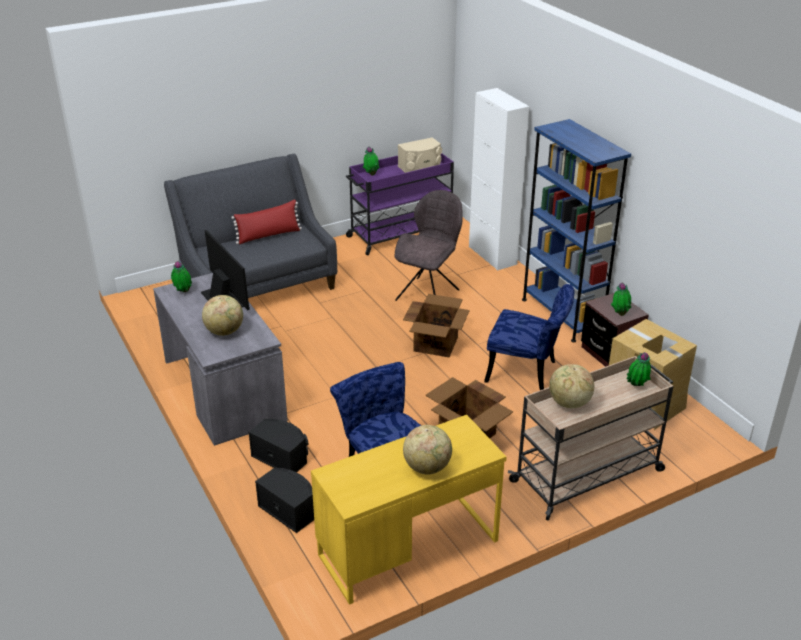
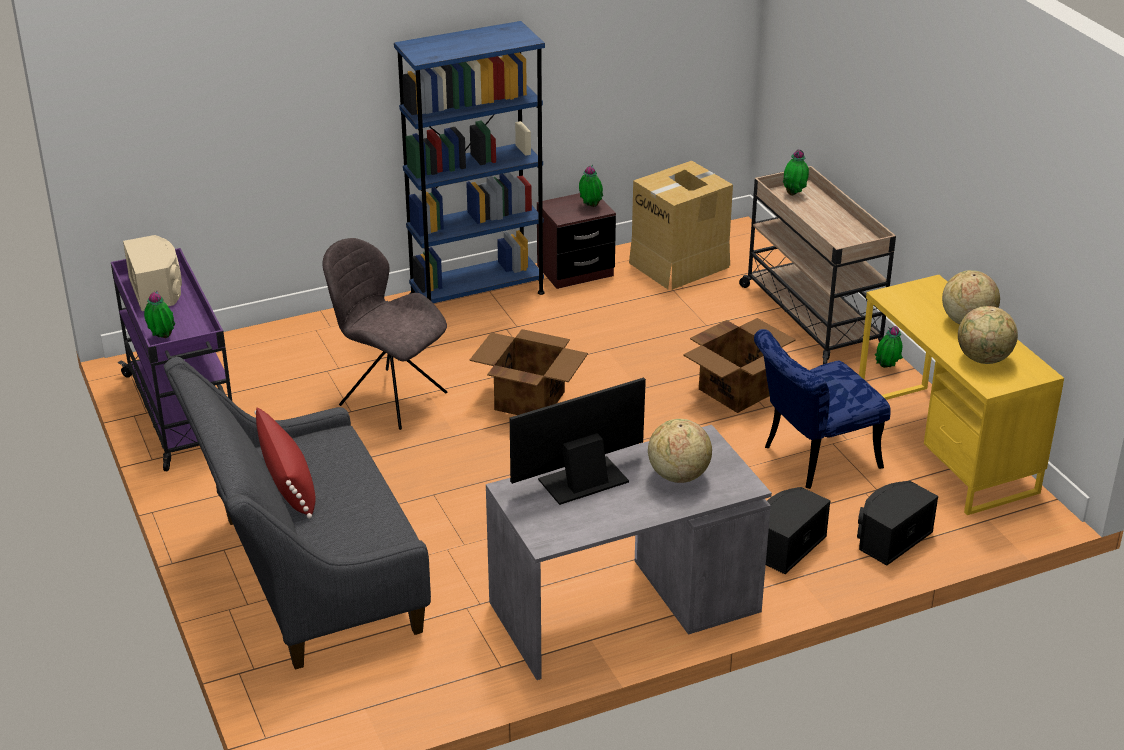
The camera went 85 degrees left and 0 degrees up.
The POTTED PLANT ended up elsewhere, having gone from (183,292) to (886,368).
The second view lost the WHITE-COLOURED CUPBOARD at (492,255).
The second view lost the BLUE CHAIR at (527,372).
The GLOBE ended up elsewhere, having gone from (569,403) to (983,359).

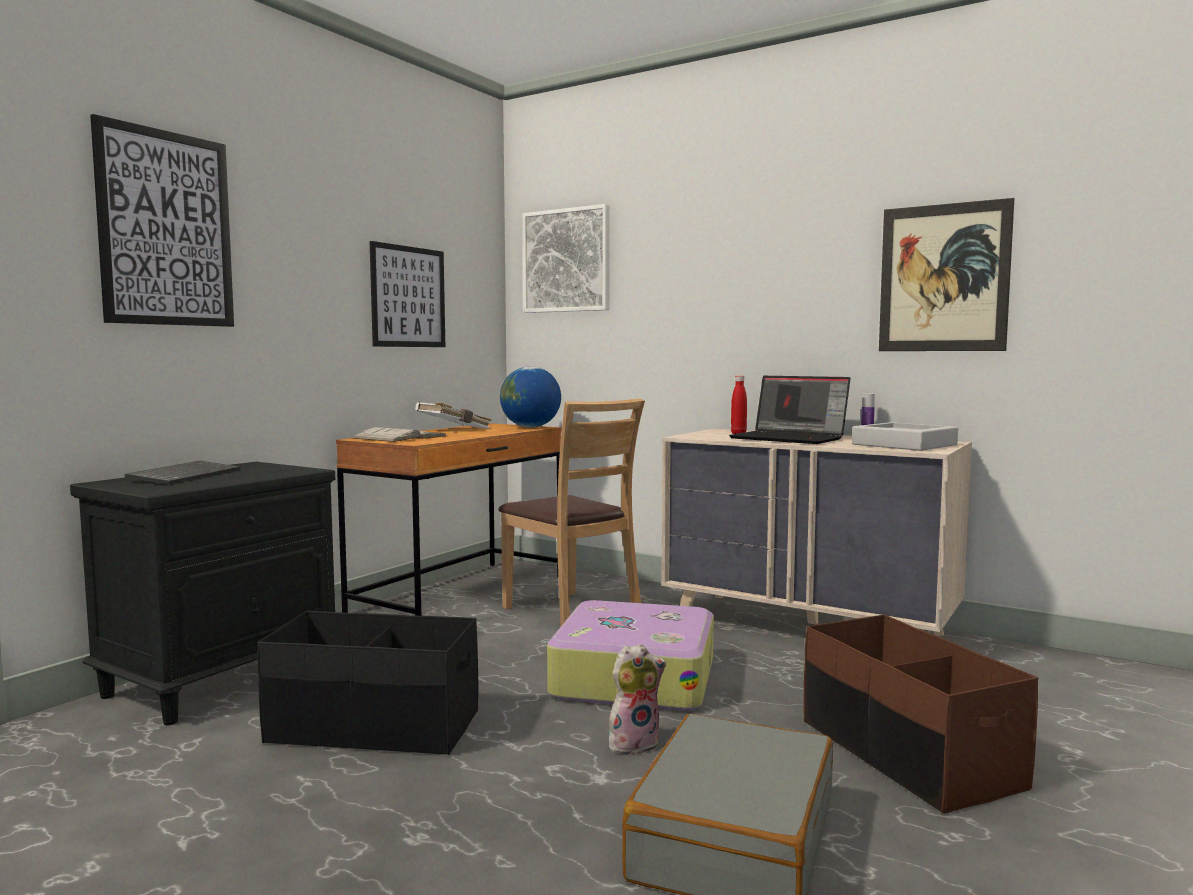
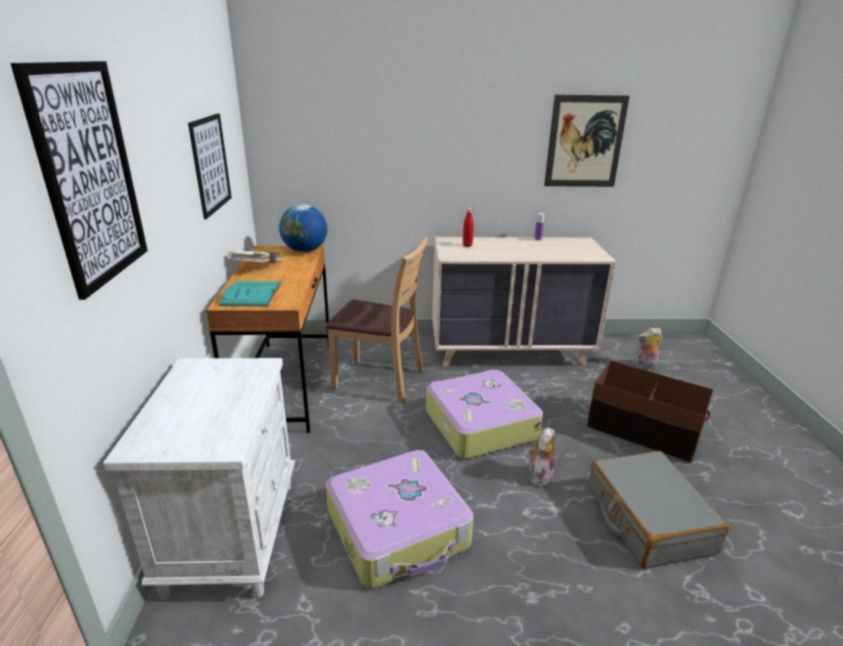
The camera went 35 degrees left and 20 degrees up.
What was the BLACKISH BEDSIDE TABLE at (223,678) turned into the WHITE-COLOURED BEDSIDE TABLE at (232,534).
The second view lost the PC KEYBOARD at (185,475).
Where the BLACKISH STORAGE BIN stood at (374,727), the PIECE OF LUGGAGE came to stand at (399,529).
What was the WHITE-COLOURED VOLUME at (400,437) turned into the TURQUOISE VOLUME at (251,294).
The second view lost the WALL PICTURE at (567,261).
The second view lost the LAPTOP at (790,439).
The second view lost the GRAY CARRYING TRAY at (904,444).
The second view gained the SOFT TOY at (645,366).

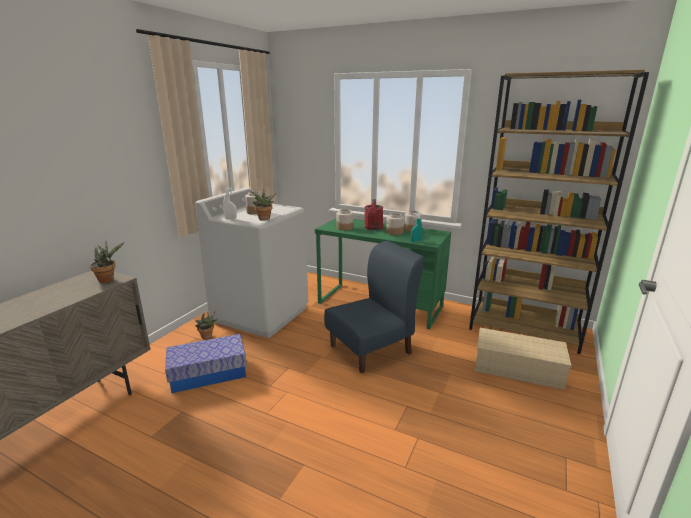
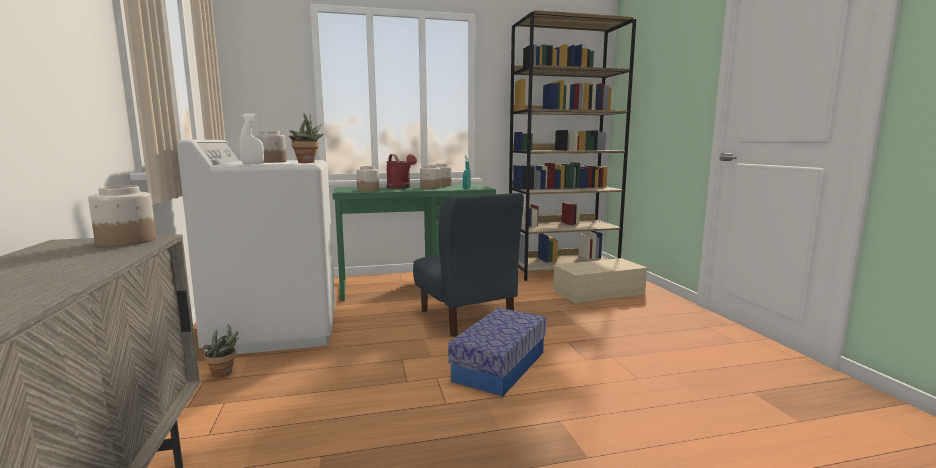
The camera went 40 degrees left and 10 degrees down.
Where the POTTED PLANT stood at (108,279), the PRESERVE JAR came to stand at (126,241).
The STORAGE BIN ended up elsewhere, having gone from (208,373) to (499,366).
The BLUE CHAIR at (371,349) ended up facing another way, 135 degrees clockwise from before.

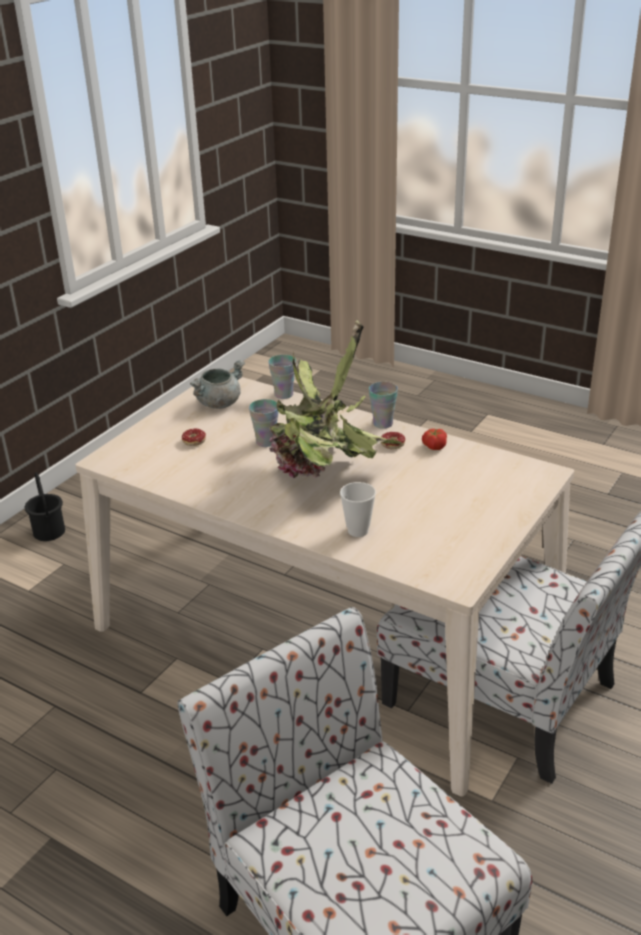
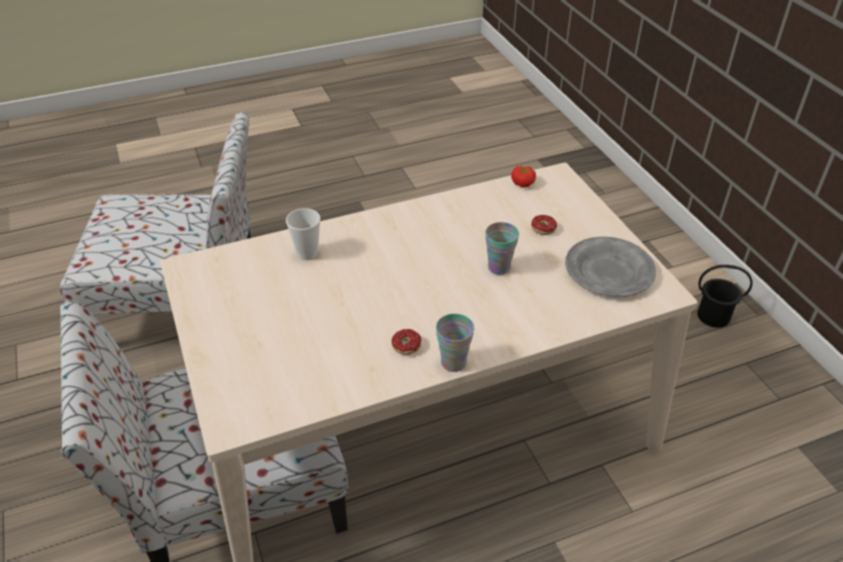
The camera went 125 degrees right and 10 degrees up.
Where the GRAY COOKING POT stood at (219,403), the GRAY PLATE came to stand at (609,271).
The second view lost the DRINKING CUP at (283,394).
The second view lost the POTTED PLANT at (326,475).
The WHOLE TOMATO ended up elsewhere, having gone from (433,446) to (523,183).

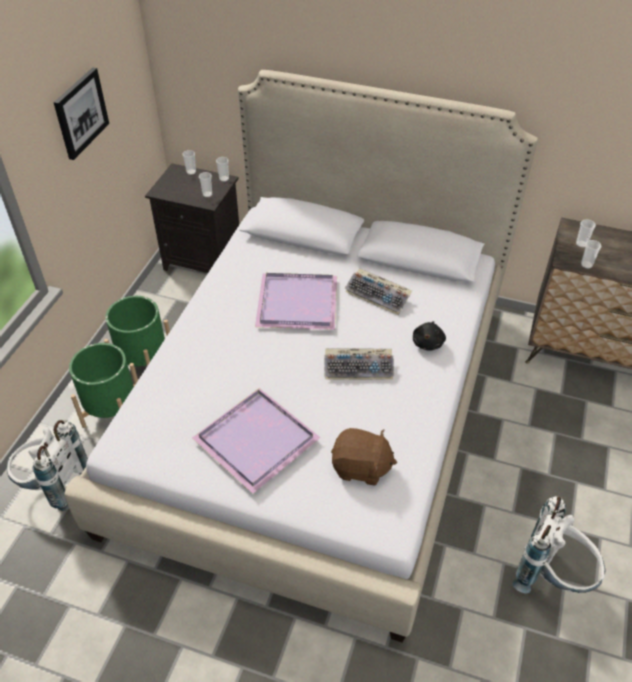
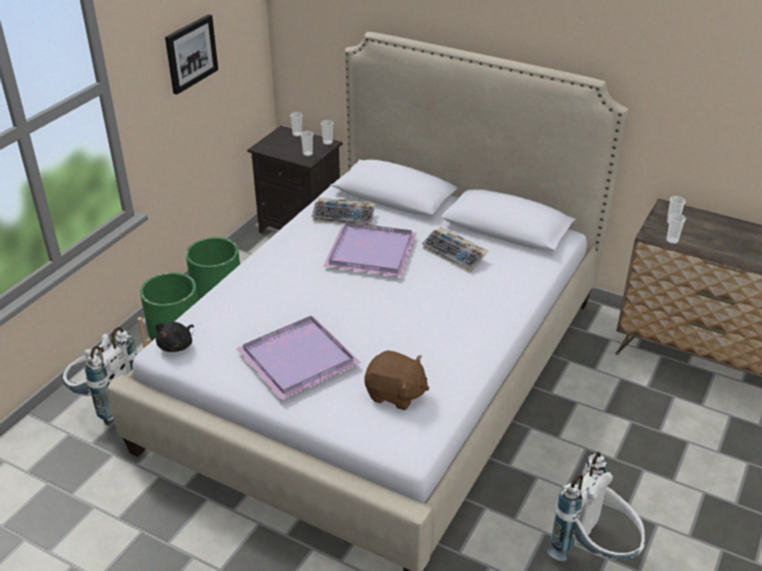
The camera went 10 degrees right and 10 degrees down.
The PC KEYBOARD ended up elsewhere, having gone from (359,368) to (345,216).
The BLACKISH SOFT TOY ended up elsewhere, having gone from (428,342) to (177,345).

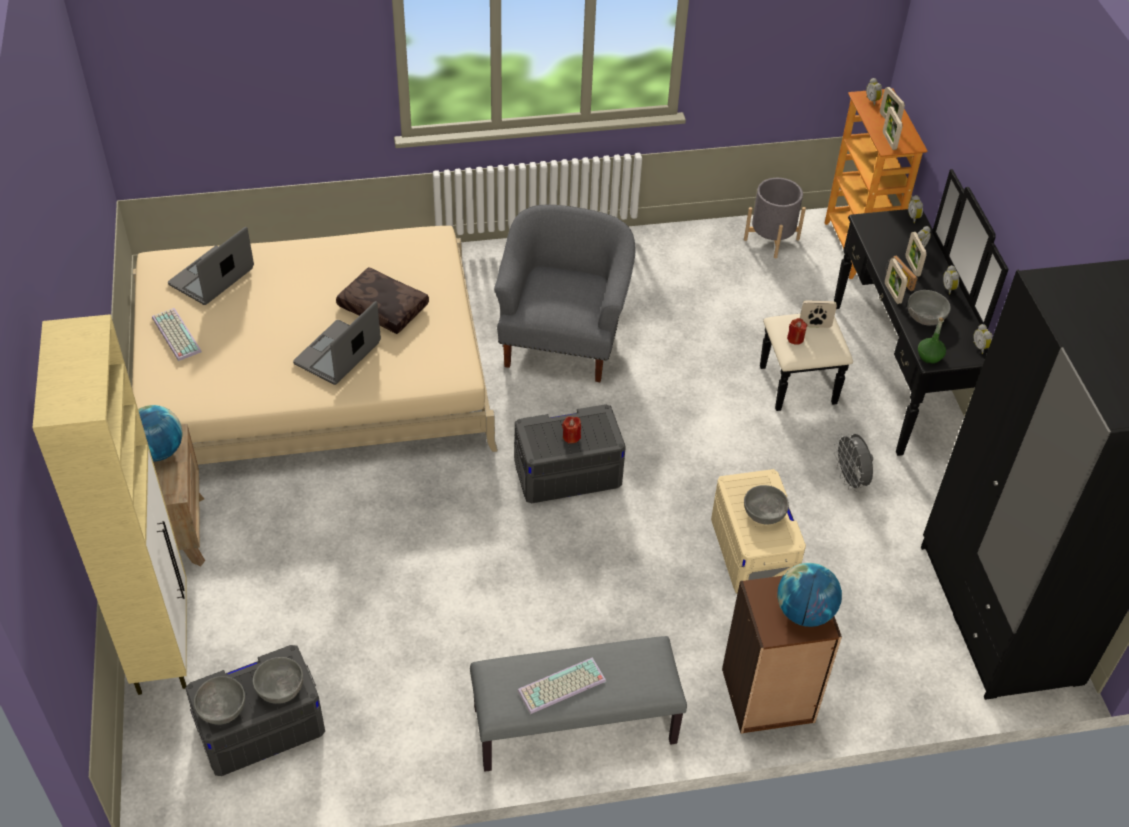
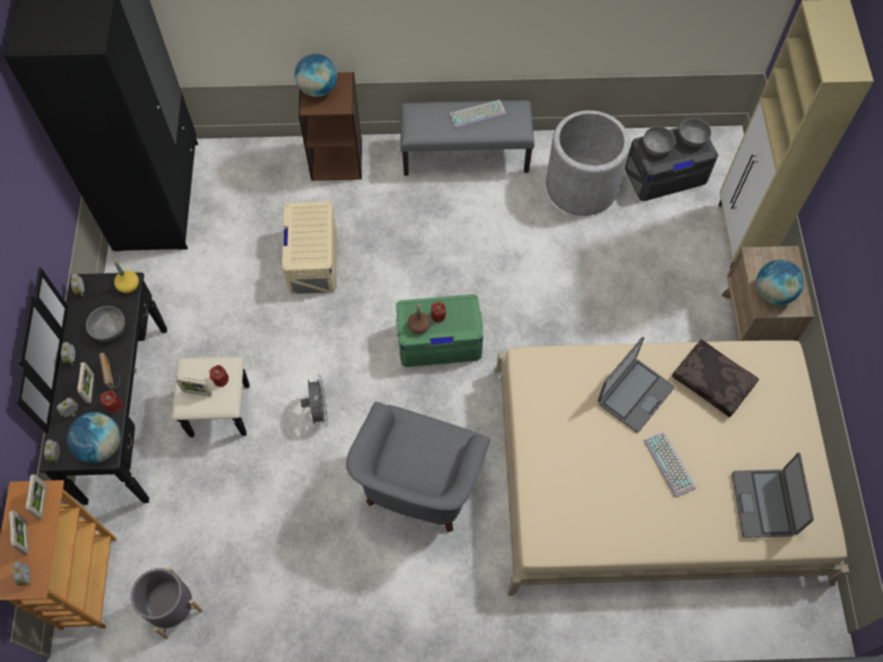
The camera went 170 degrees left and 15 degrees up.
The PC KEYBOARD ended up elsewhere, having gone from (175,334) to (671,464).
The LAPTOP at (212,277) ended up facing another way, 135 degrees clockwise from before.
The BROWN THROW PILLOW ended up elsewhere, having gone from (382,308) to (714,381).
What was the GRAY STORAGE BIN at (567,473) turned into the GREEN-COLOURED STORAGE BIN at (439,341).
The second view lost the GRAY DEEP DISH at (764,512).
The GRAY ELECTRIC FAN ended up elsewhere, having gone from (850,480) to (318,411).
The second view lost the PICTURE FRAME at (892,293).
What was the GREEN-COLOURED DRINK BOTTLE at (929,356) turned into the YELLOW DRINK BOTTLE at (129,286).
The second view gained the GLOBE at (101,446).
The second view gained the REDDISH WAX LIGHT at (114,405).
The second view gained the BROWN DRINK BOTTLE at (419,326).
The second view gained the GRAY PLANT POT at (581,187).

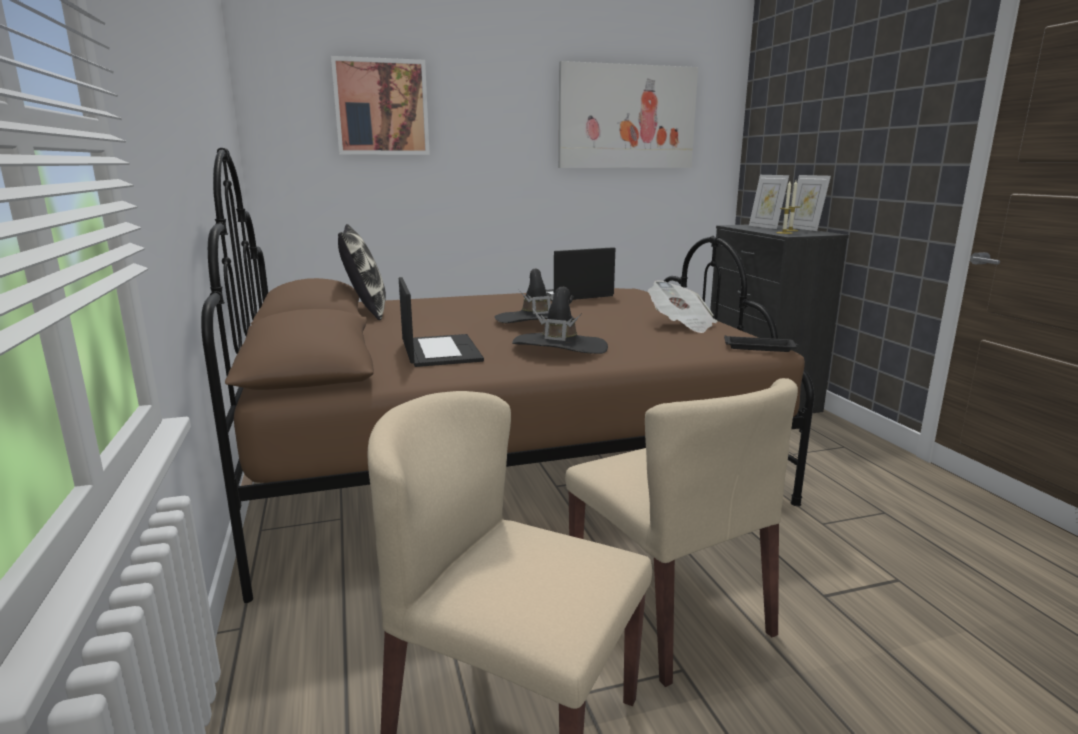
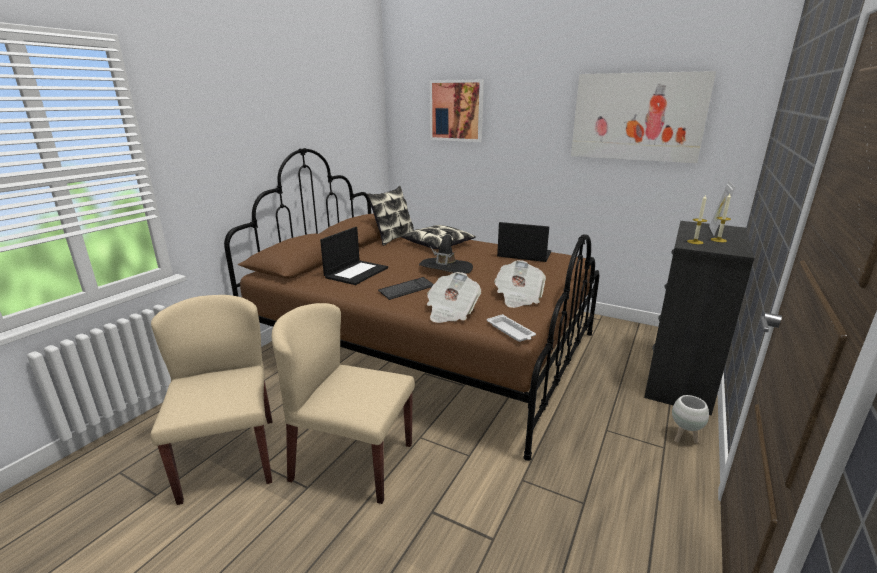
The camera went 45 degrees right and 5 degrees up.
Where the BLACKISH HAT stood at (560,348), the PC KEYBOARD came to stand at (407,289).
The BEIGE CHAIR at (669,610) ended up facing another way, 90 degrees clockwise from before.
What was the BLACKISH CARRYING TRAY at (760,348) turned into the WHITE-COLOURED CARRYING TRAY at (511,331).
The second view lost the PICTURE FRAME at (804,229).
The second view gained the THROW PILLOW at (438,244).
The second view gained the DAILY PAPER at (451,312).
The second view gained the WHITE-COLOURED PLANT POT at (684,438).

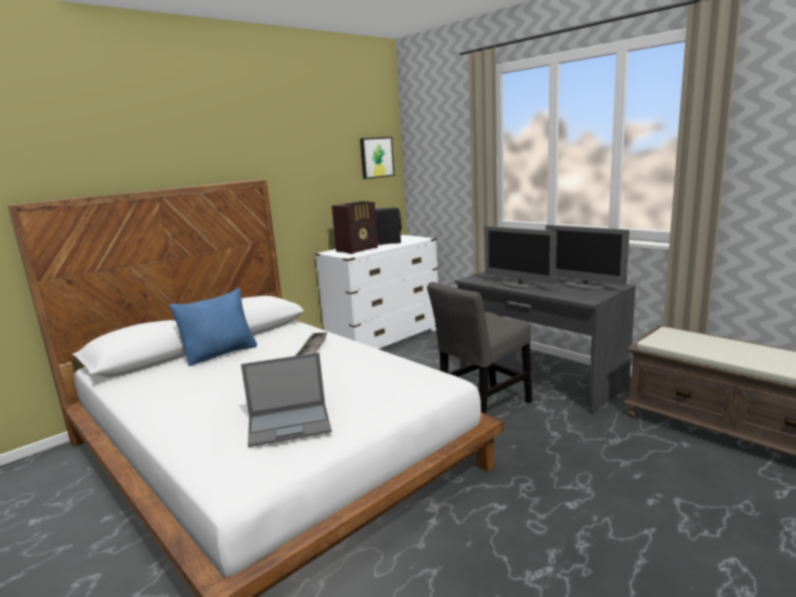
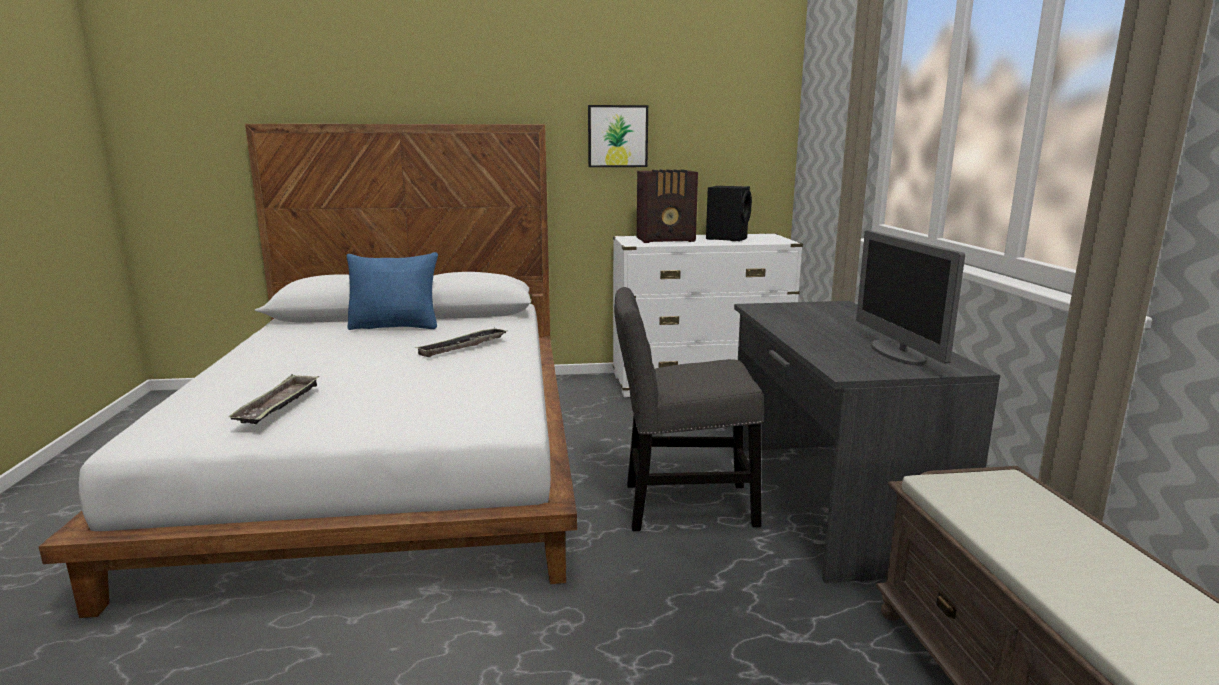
The camera went 35 degrees right and 0 degrees up.
Where the LAPTOP stood at (290,424), the CARRYING TRAY came to stand at (278,405).
The WALL PICTURE ended up elsewhere, having gone from (376,157) to (617,136).
The second view lost the MONITOR at (518,285).

